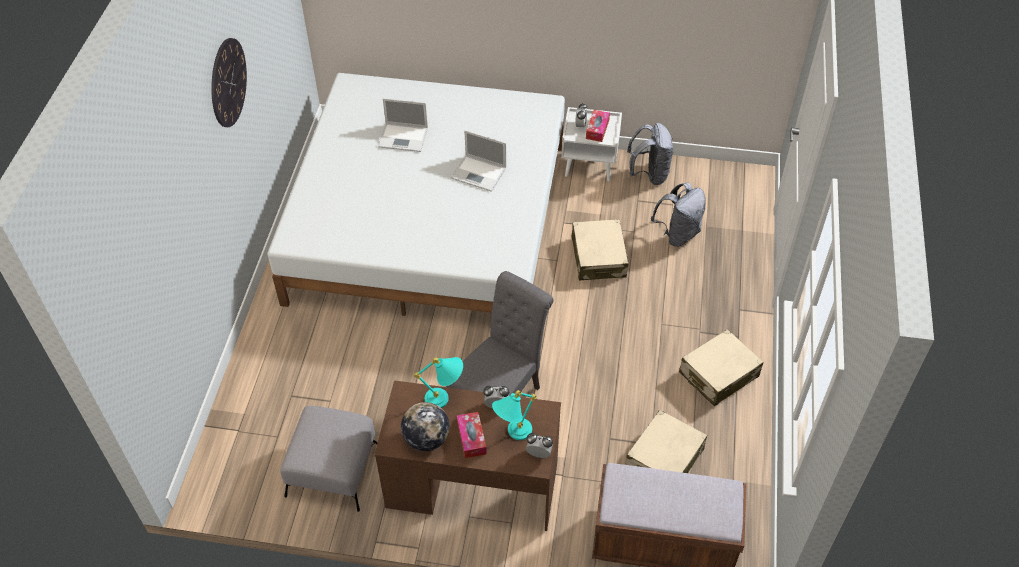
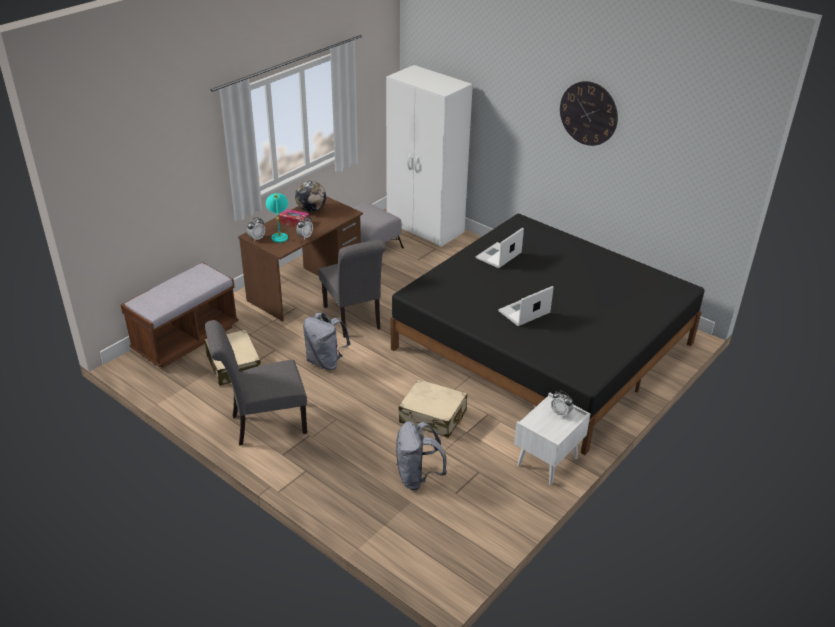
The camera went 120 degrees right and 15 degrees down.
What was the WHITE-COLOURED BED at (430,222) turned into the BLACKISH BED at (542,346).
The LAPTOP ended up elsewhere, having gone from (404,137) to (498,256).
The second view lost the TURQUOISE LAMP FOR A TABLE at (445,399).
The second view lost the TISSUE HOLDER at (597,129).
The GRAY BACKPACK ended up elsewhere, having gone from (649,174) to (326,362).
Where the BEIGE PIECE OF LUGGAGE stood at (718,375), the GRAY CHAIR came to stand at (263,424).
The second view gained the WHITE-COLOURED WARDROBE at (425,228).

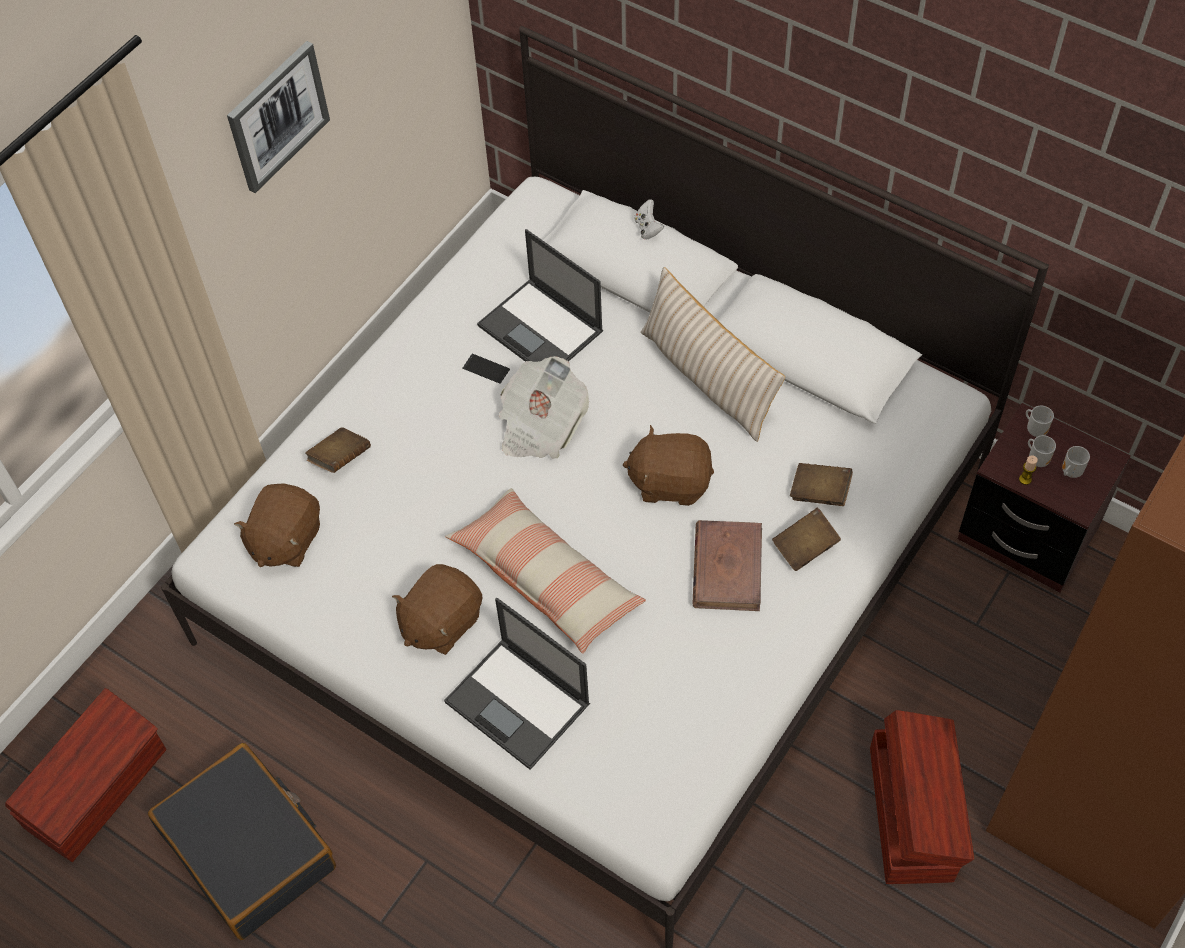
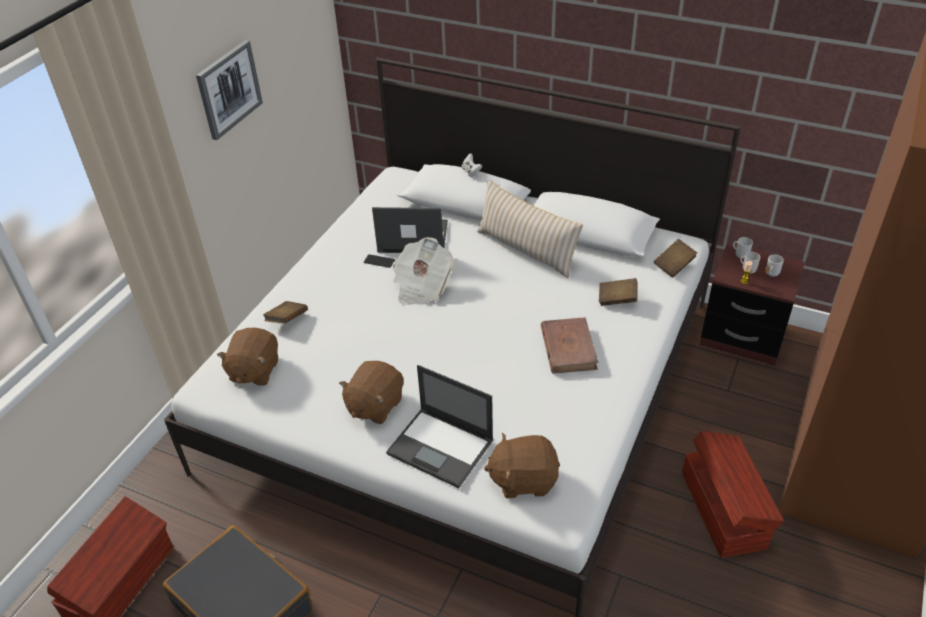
The camera went 10 degrees left and 15 degrees down.
The second view lost the THROW PILLOW at (546,579).
The LAPTOP at (542,329) ended up facing another way, 150 degrees clockwise from before.
The BROWN SOFT TOY ended up elsewhere, having gone from (670,482) to (523,479).
The BROWN VOLUME ended up elsewhere, having gone from (805,547) to (674,266).

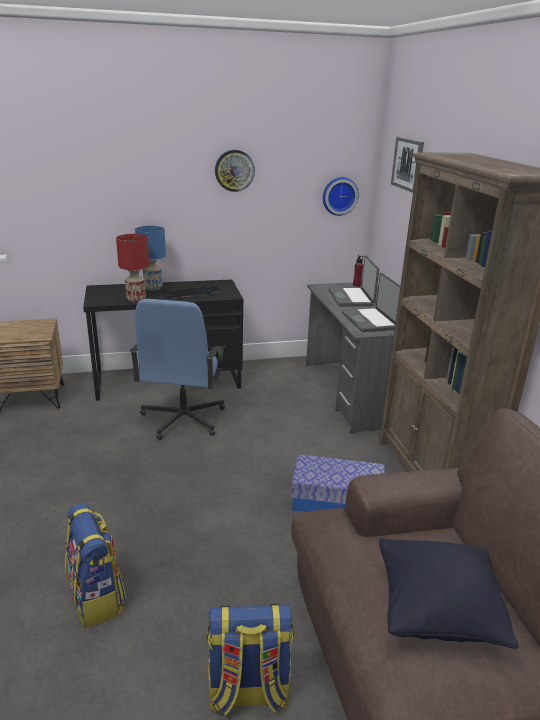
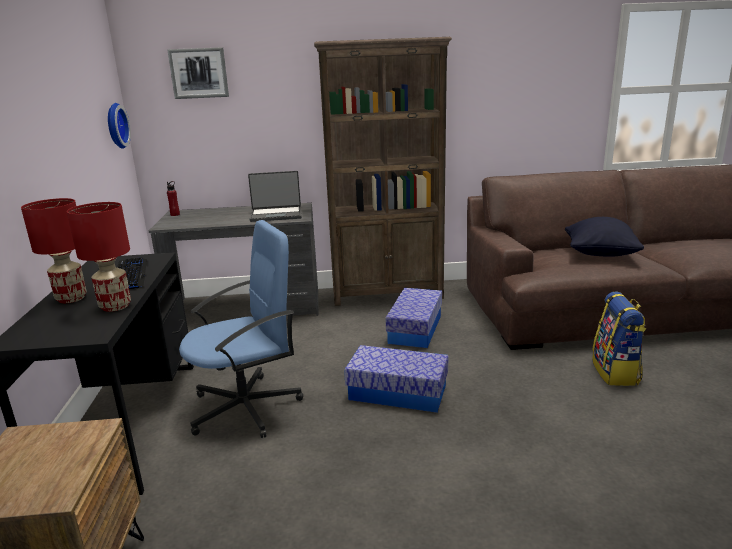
The camera went 80 degrees left and 5 degrees down.
The second view lost the BACKPACK at (97,598).
The BLUE DESK CHAIR at (182,419) ended up facing another way, 45 degrees counterclockwise from before.
What was the BLUE LAMP FOR A TABLE at (152,288) turned into the REDDISH LAMP FOR A TABLE at (71,299).
The second view lost the WALL CLOCK at (234,170).
The second view lost the LAPTOP at (352,298).
The second view gained the STORAGE BIN at (397,393).

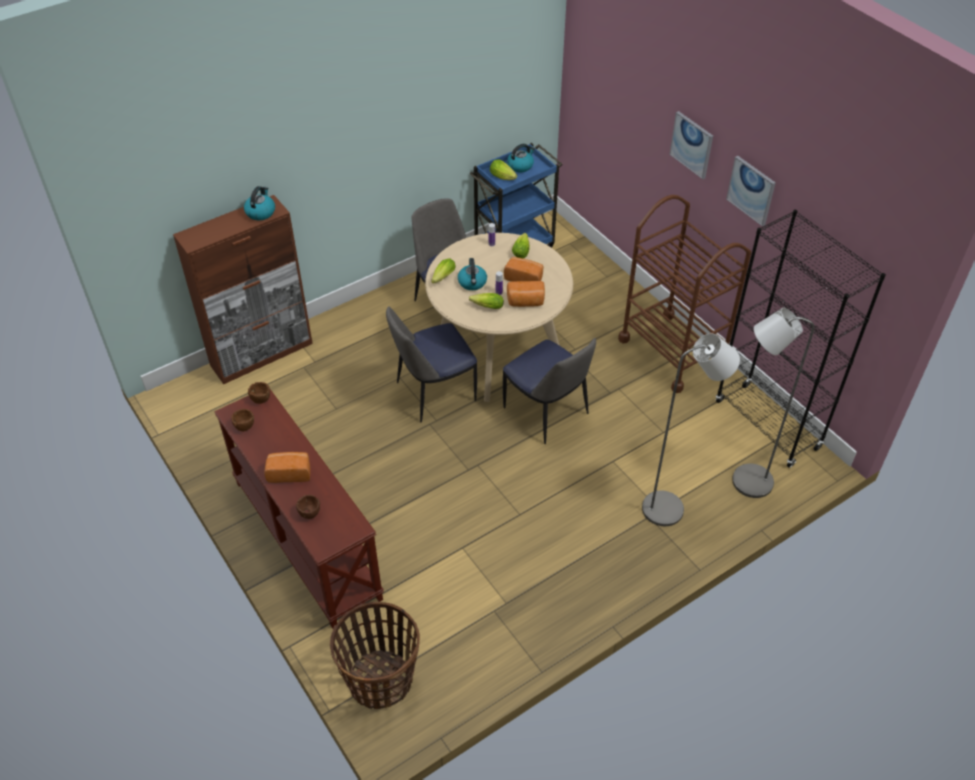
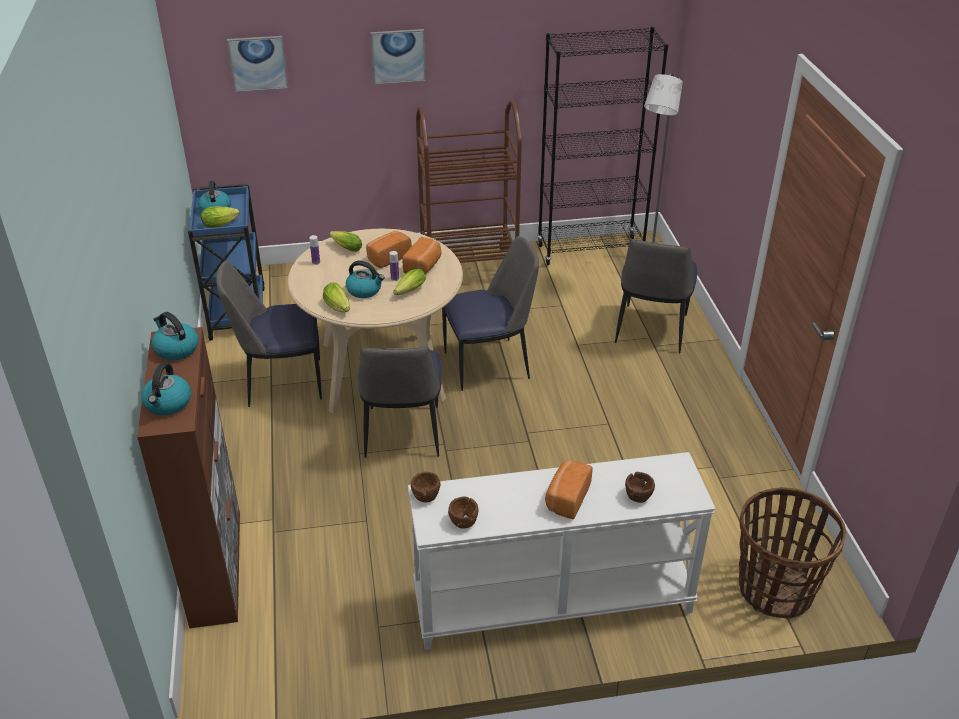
The camera went 65 degrees left and 10 degrees down.
What was the BROWN HALL TABLE at (305,539) turned into the WHITE-COLOURED HALL TABLE at (552,603).
Where the GRAY FLOOR LAMP stood at (671,508), the CHAIR came to stand at (651,330).
The WALL PICTURE ended up elsewhere, having gone from (751,190) to (258,63).
The second view gained the WATER KETTLE at (168,404).

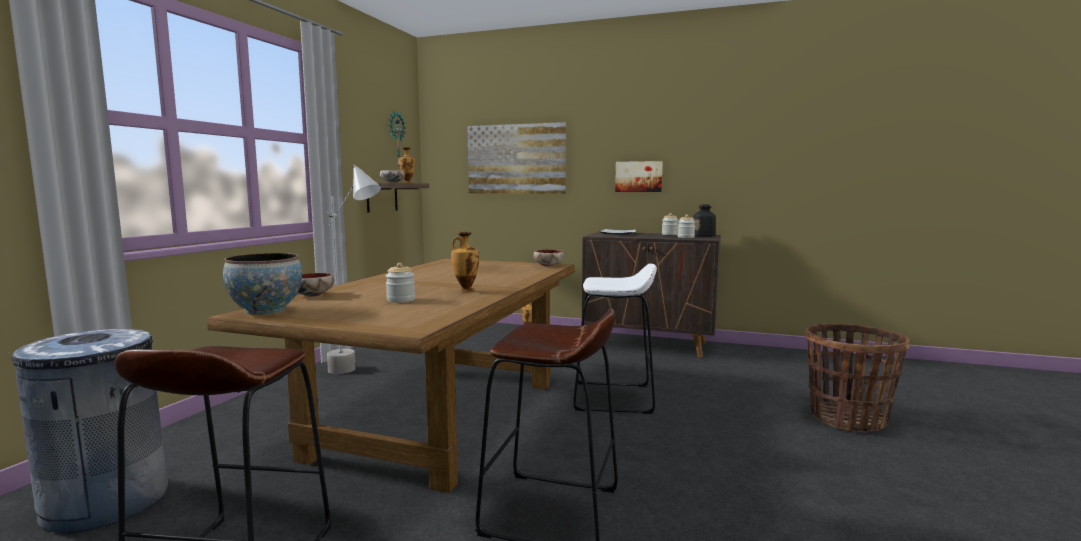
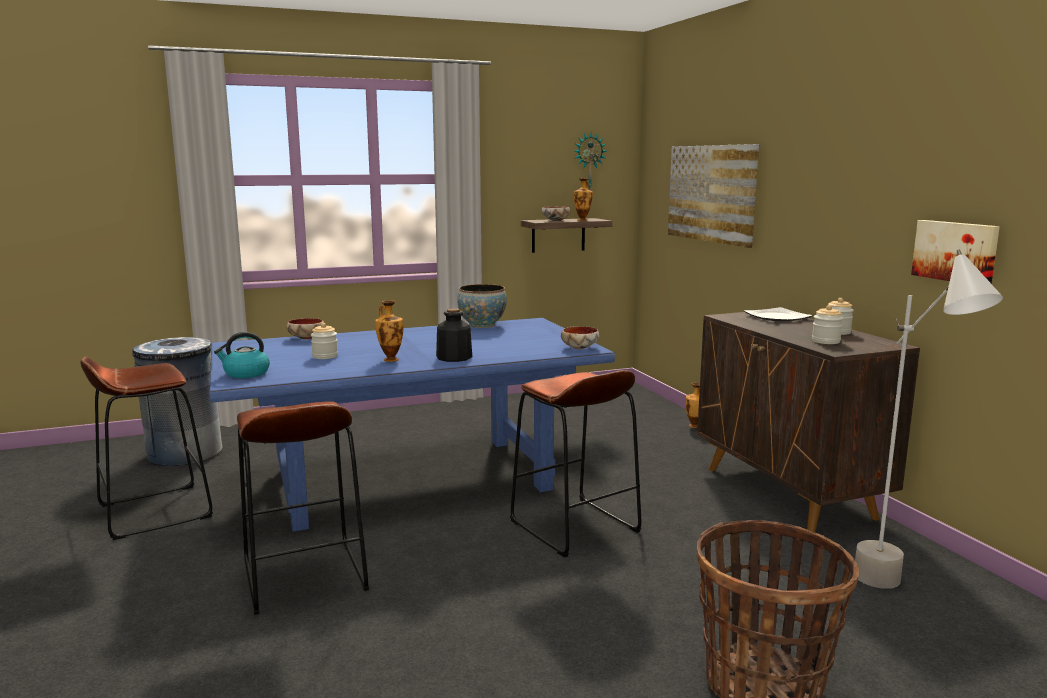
The camera went 50 degrees right and 5 degrees up.
What was the BROWN DINNER TABLE at (441,418) turned into the BLUE DINNER TABLE at (411,479).
The DEEP DISH ended up elsewhere, having gone from (266,311) to (482,325).
The GRAY FLOOR LAMP ended up elsewhere, having gone from (357,373) to (900,596).
What was the WHITE-COLOURED STOOL at (613,397) turned into the BROWN STOOL at (574,527).
The WALL PICTURE ended up elsewhere, having gone from (638,176) to (955,251).
The DRINK BOTTLE ended up elsewhere, having gone from (704,235) to (454,357).
The second view gained the WATER KETTLE at (246,373).

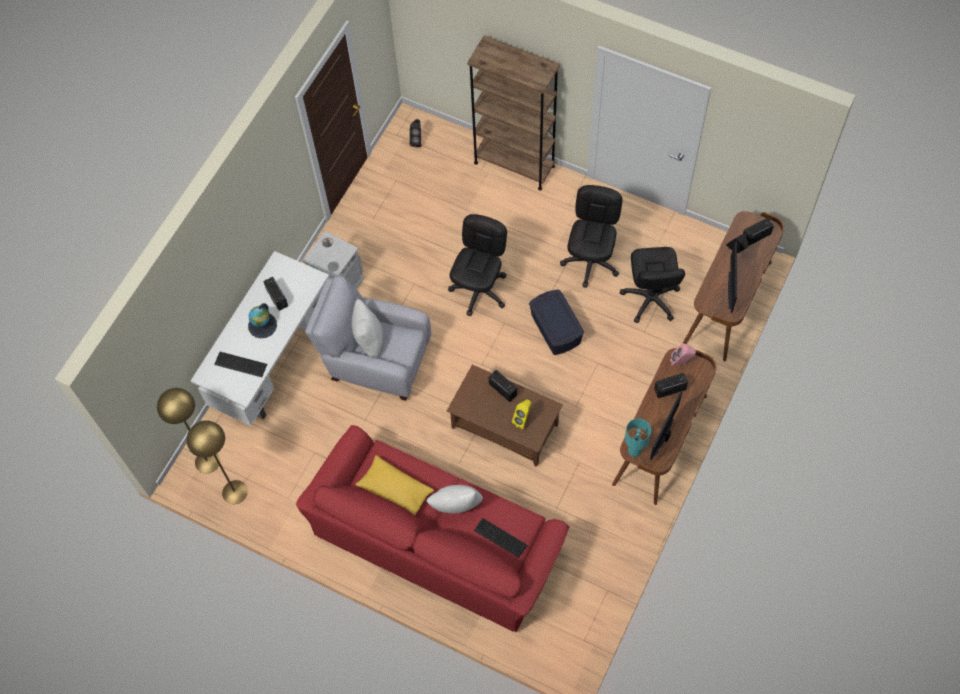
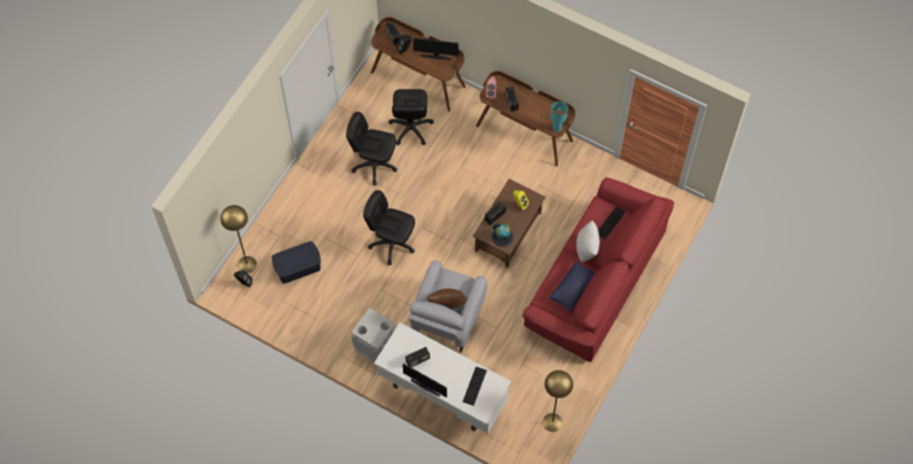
The camera went 90 degrees left and 0 degrees up.
The YELLOW FLOOR LAMP ended up elsewhere, having gone from (207,461) to (247,264).
The GLOBE ended up elsewhere, having gone from (262,325) to (502,237).
What was the WHITE-COLOURED THROW PILLOW at (368,340) turned into the BROWN THROW PILLOW at (447,306).
What was the YELLOW THROW PILLOW at (395,490) turned into the BLUE THROW PILLOW at (573,289).
The second view lost the BROWN BOOKCASE at (514,164).
The BLUE STORAGE BIN ended up elsewhere, having gone from (555,329) to (298,267).
The BLACKISH DESK CHAIR at (650,299) ended up facing another way, 90 degrees clockwise from before.
The MONITOR ended up elsewhere, having gone from (665,437) to (426,386).

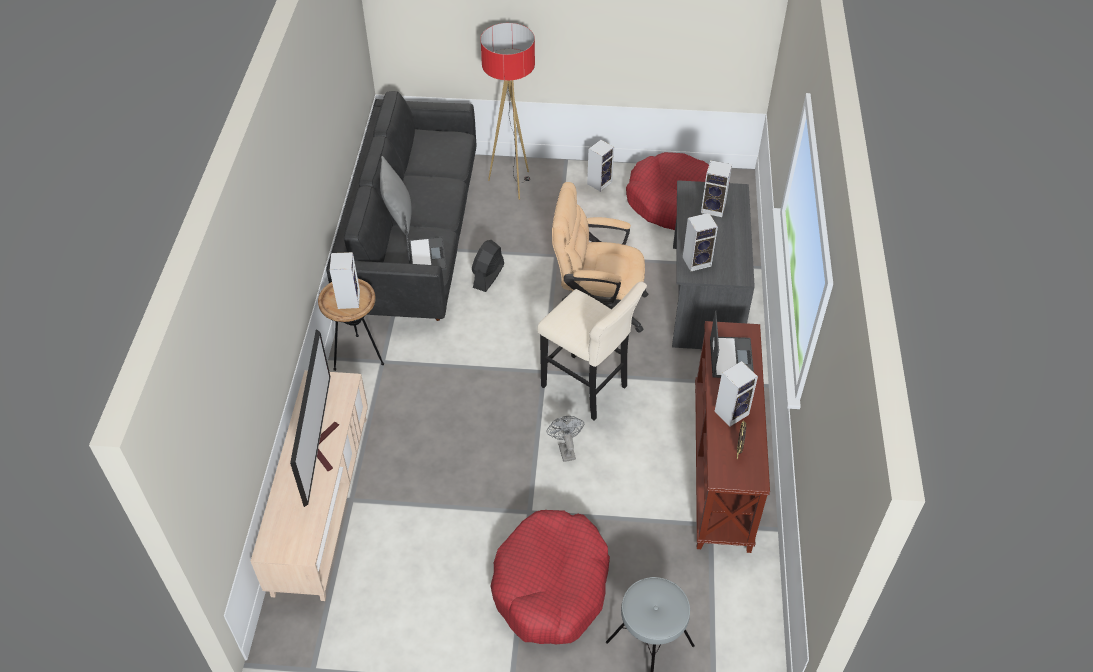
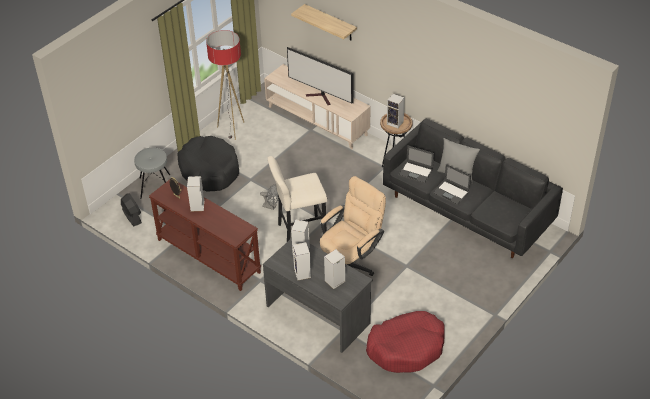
The camera went 125 degrees right and 5 degrees down.
The BLACKISH ELECTRIC FAN ended up elsewhere, having gone from (488,276) to (132,216).
The FLOOR LAMP ended up elsewhere, having gone from (512,184) to (232,130).
What was the REDDISH DOG CUSHION at (551,585) turned into the BLACKISH DOG CUSHION at (209,170).
The SPEAKER ended up elsewhere, having gone from (599,182) to (303,274).
The LAPTOP ended up elsewhere, having gone from (731,357) to (451,193).
The second view gained the BRACKET SHELF at (330,23).

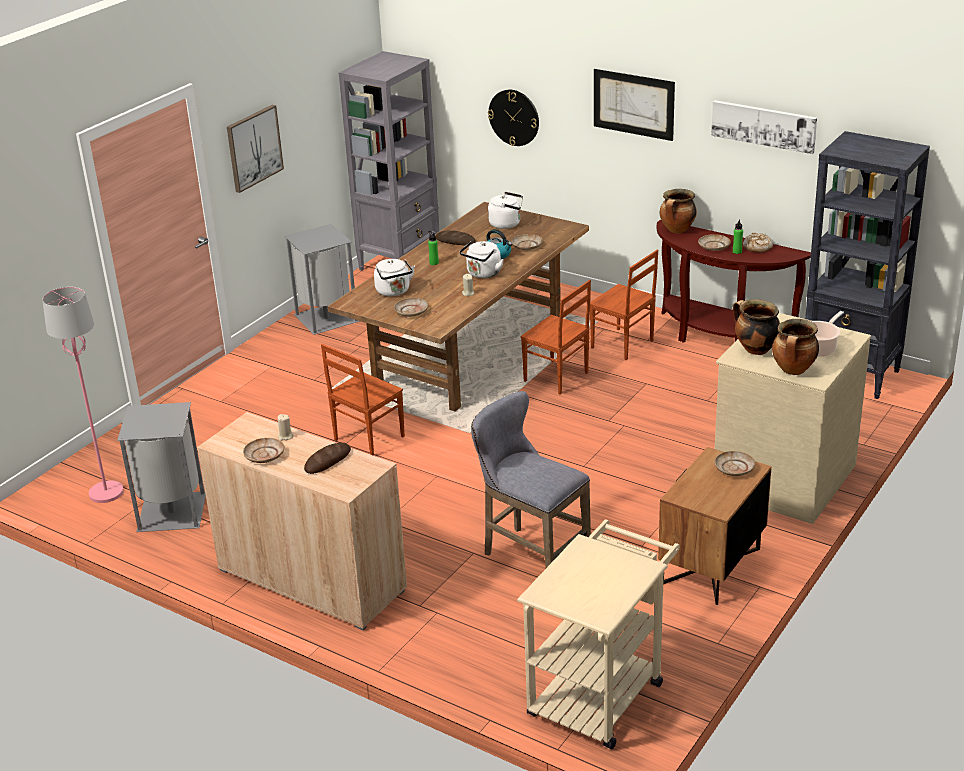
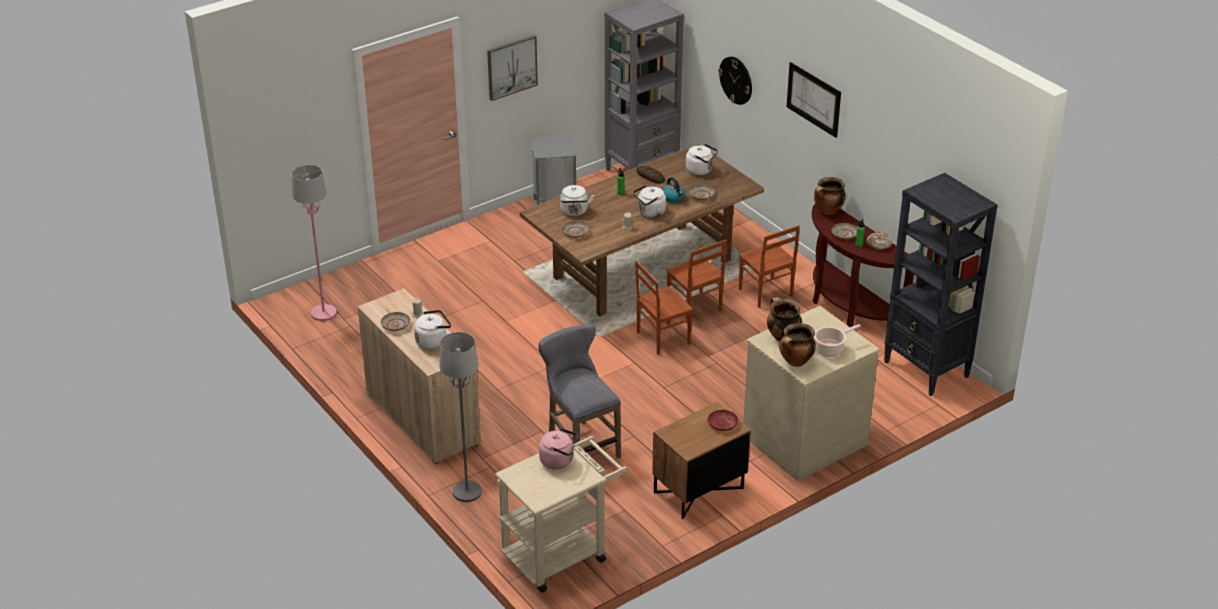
The camera went 20 degrees right and 5 degrees up.
The second view lost the GRAY TRASH CAN at (171,511).
Where the BREAD stood at (328,461), the WHITE-COLOURED WATER KETTLE came to stand at (433,341).
The BROWN CHAIR ended up elsewhere, having gone from (367,438) to (662,338).
The second view lost the WALL PICTURE at (764,126).
What was the BEIGE PLATE at (734,468) turned into the REDDISH PLATE at (722,424).
The second view gained the GRAY FLOOR LAMP at (467,492).
The second view gained the PINK WATER KETTLE at (559,461).

